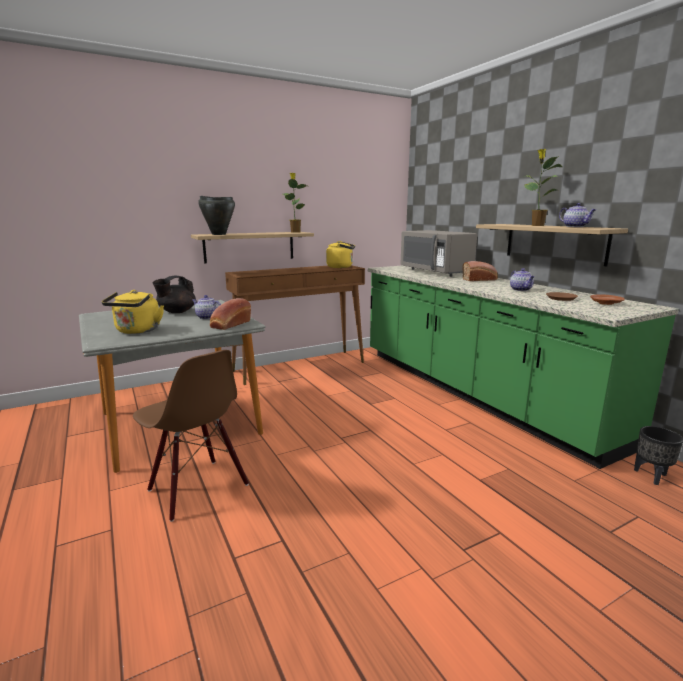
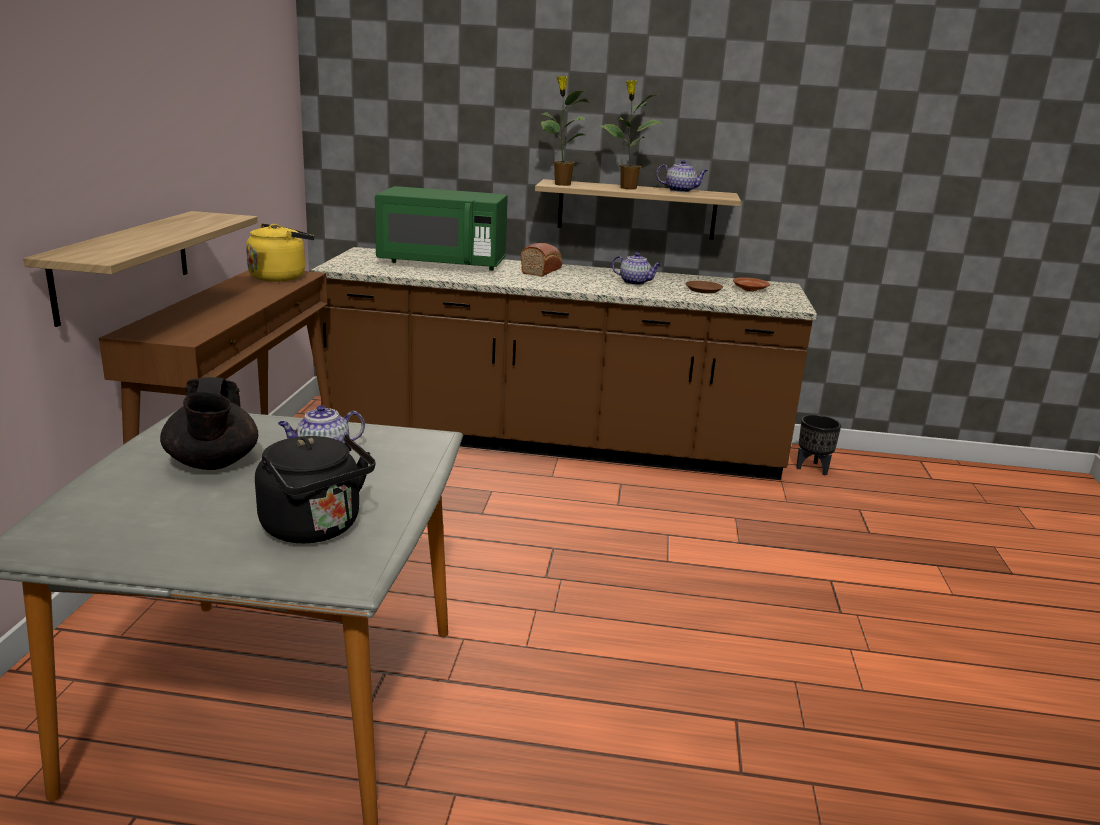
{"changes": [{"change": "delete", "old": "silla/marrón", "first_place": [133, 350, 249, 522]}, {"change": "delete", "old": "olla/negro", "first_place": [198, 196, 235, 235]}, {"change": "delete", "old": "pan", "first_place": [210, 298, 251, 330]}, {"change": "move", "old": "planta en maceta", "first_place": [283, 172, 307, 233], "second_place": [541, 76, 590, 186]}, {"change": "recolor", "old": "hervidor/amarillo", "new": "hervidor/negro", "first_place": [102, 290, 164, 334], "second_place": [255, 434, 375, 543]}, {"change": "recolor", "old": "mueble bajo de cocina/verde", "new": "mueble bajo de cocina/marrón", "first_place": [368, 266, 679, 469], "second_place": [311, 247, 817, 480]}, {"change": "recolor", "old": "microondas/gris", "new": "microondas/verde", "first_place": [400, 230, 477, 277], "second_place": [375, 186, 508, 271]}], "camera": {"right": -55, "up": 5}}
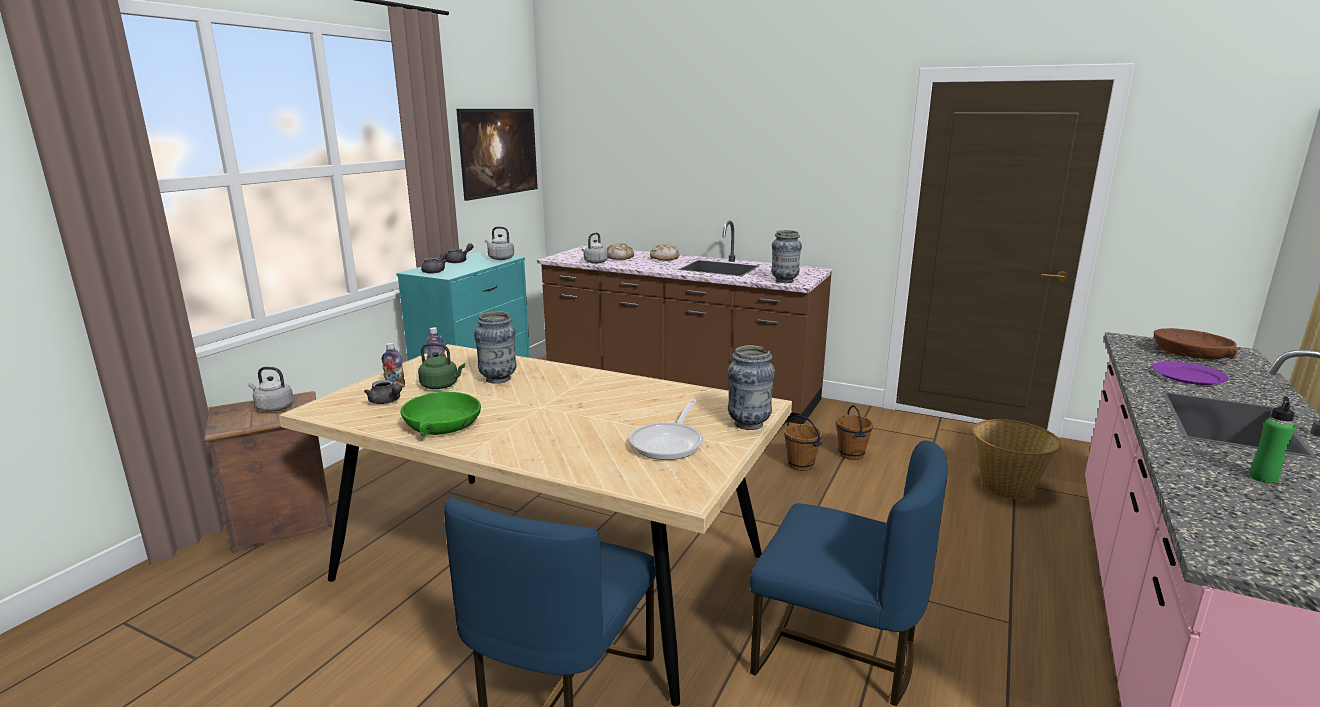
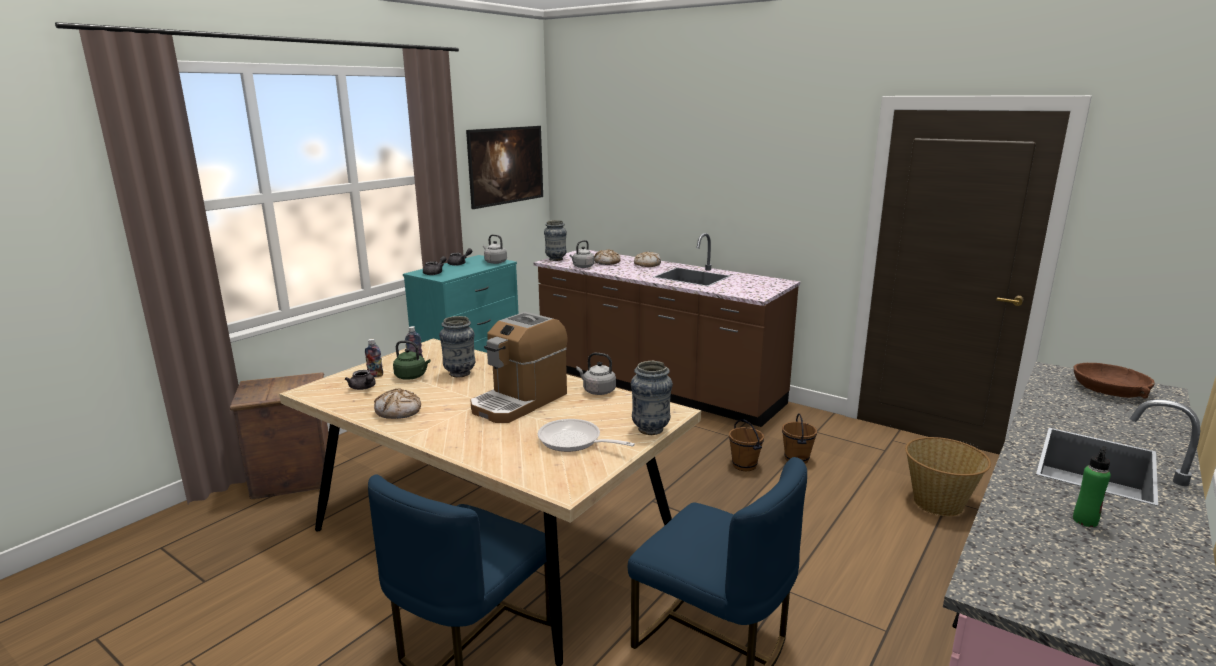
{"changes": [{"change": "delete", "old": "plato/morado", "first_place": [1152, 361, 1229, 385]}, {"change": "insert", "new": "cafetera", "second_place": [470, 312, 568, 423]}, {"change": "move", "old": "hervidor/gris", "first_place": [248, 367, 294, 412], "second_place": [576, 353, 616, 395]}, {"change": "move", "old": "florero", "first_place": [771, 230, 802, 283], "second_place": [544, 220, 567, 261]}, {"change": "replace", "old": "cuenco/verde", "new": "pan", "first_place": [400, 392, 481, 437], "second_place": [374, 388, 421, 419]}, {"change": "rotate", "old": "sartén", "first_place": [629, 399, 703, 460], "second_place": [538, 419, 635, 452], "degrees": 90}], "camera": {"right": 10, "up": 0}}
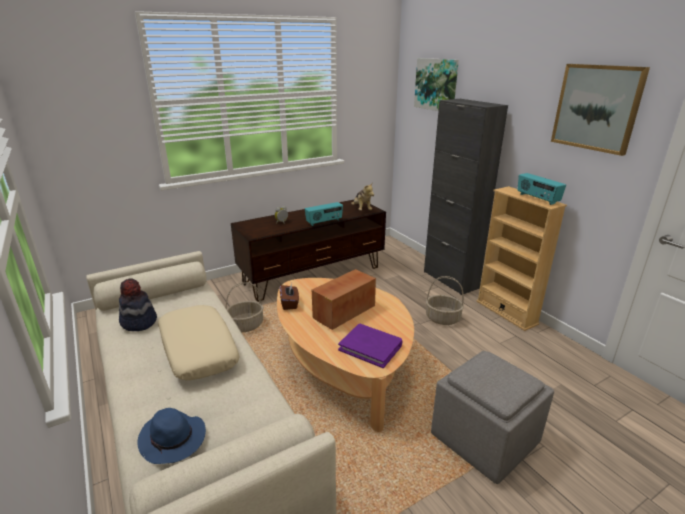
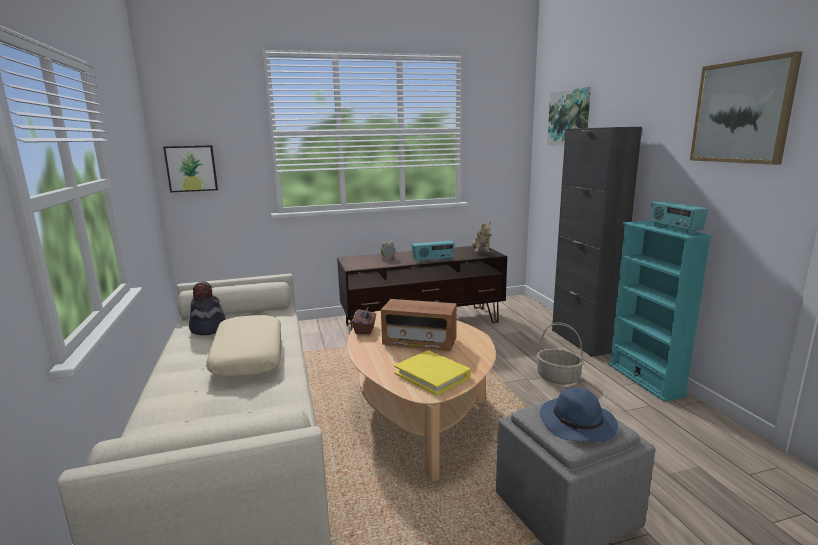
{"changes": [{"change": "delete", "old": "cesta", "first_place": [226, 282, 264, 332]}, {"change": "insert", "new": "cuadro", "second_place": [163, 145, 218, 192]}, {"change": "move", "old": "sombrero/azul", "first_place": [137, 408, 206, 464], "second_place": [540, 388, 618, 442]}, {"change": "recolor", "old": "libro/morado", "new": "libro/amarillo", "first_place": [338, 324, 402, 368], "second_place": [394, 350, 471, 396]}, {"change": "recolor", "old": "estantería/beis", "new": "estantería/turquesa", "first_place": [476, 186, 567, 331], "second_place": [608, 221, 712, 402]}, {"change": "rotate", "old": "radio", "first_place": [312, 269, 376, 330], "second_place": [381, 299, 457, 351], "degrees": -135}], "camera": {"right": 15, "up": -10}}
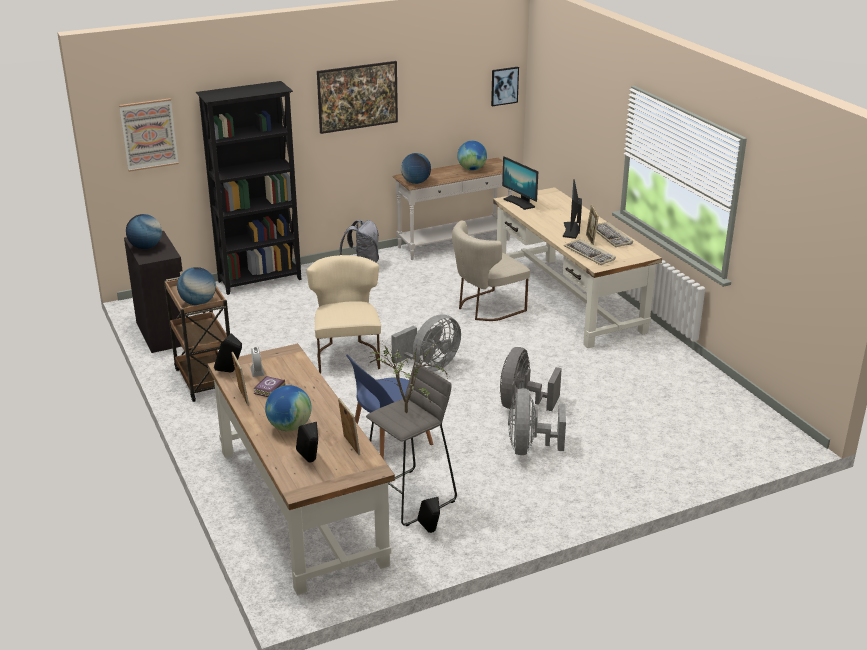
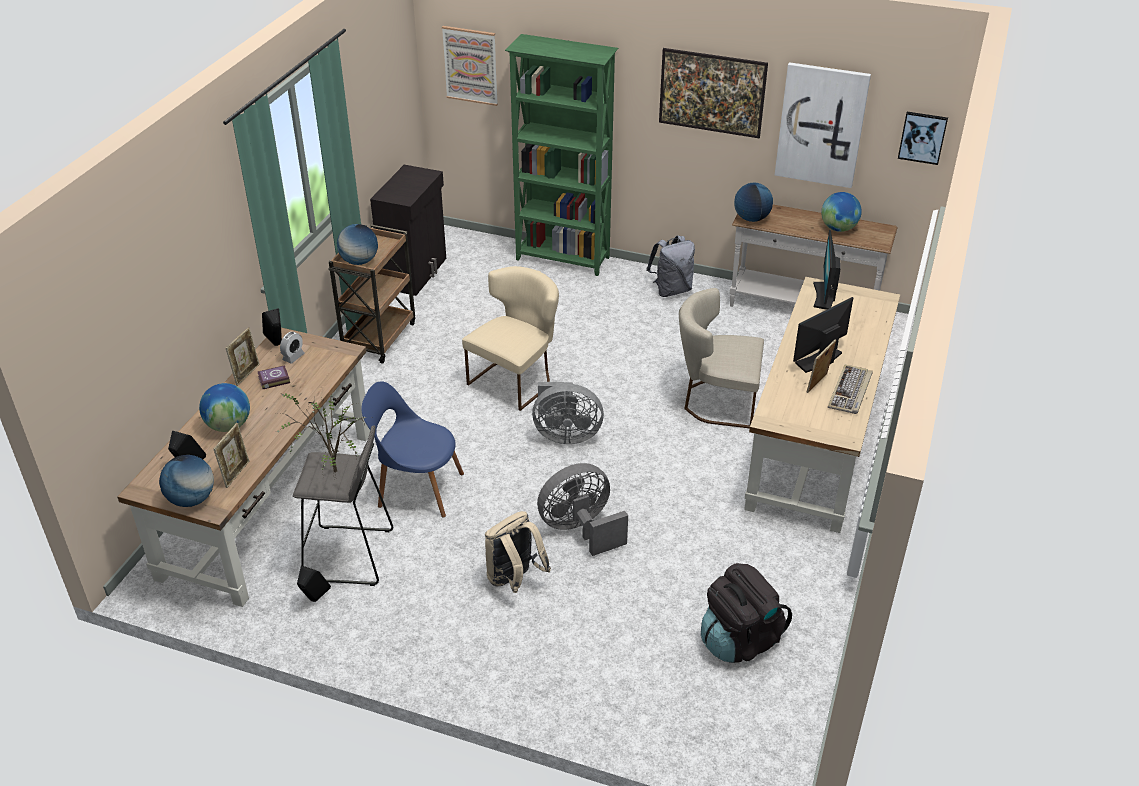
{"changes": [{"change": "delete", "old": "teclado", "first_place": [564, 239, 616, 265]}, {"change": "insert", "new": "mochila/negro", "second_place": [701, 563, 792, 663]}, {"change": "insert", "new": "cuadro", "second_place": [775, 62, 871, 188]}, {"change": "move", "old": "globo terráqueo", "first_place": [126, 214, 162, 249], "second_place": [159, 455, 214, 507]}, {"change": "replace", "old": "ventilador/gris", "new": "mochila/beis", "first_place": [508, 388, 566, 455], "second_place": [485, 511, 551, 593]}, {"change": "recolor", "old": "estantería/negro", "new": "estantería/verde", "first_place": [195, 81, 302, 295], "second_place": [505, 34, 618, 276]}], "camera": {"right": 45, "up": 10}}
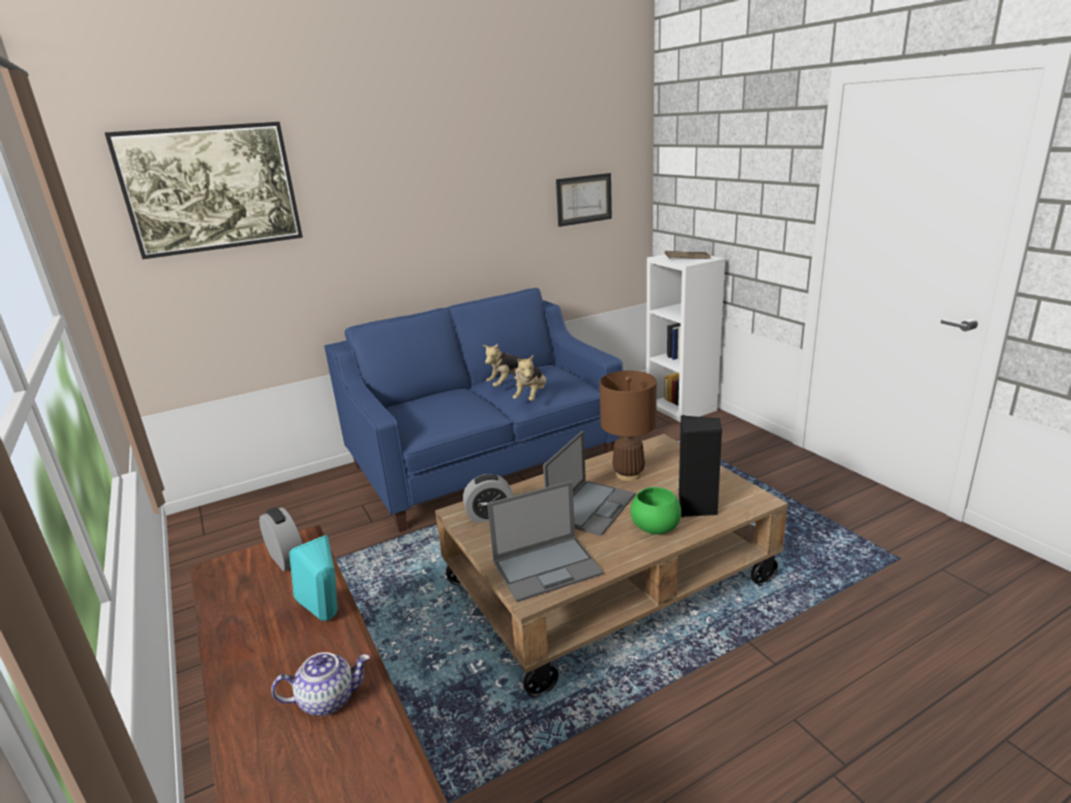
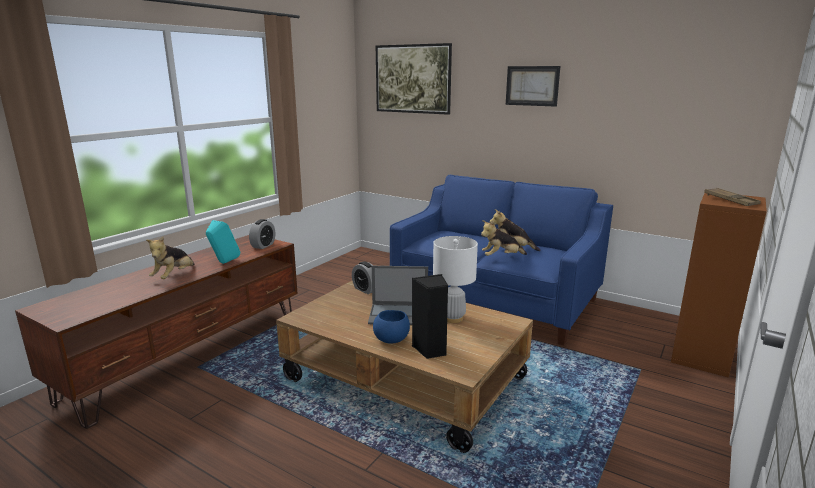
{"changes": [{"change": "delete", "old": "portátil", "first_place": [487, 481, 604, 602]}, {"change": "move", "old": "cuadro", "first_place": [556, 173, 612, 227], "second_place": [506, 66, 560, 107]}, {"change": "replace", "old": "tetera", "new": "peluche", "first_place": [271, 652, 370, 716], "second_place": [146, 237, 195, 279]}, {"change": "recolor", "old": "lámpara de mesa/marrón", "new": "lámpara de mesa/blanco", "first_place": [600, 371, 657, 481], "second_place": [433, 236, 478, 323]}, {"change": "recolor", "old": "cuenco/verde", "new": "cuenco/azul", "first_place": [630, 487, 681, 534], "second_place": [373, 310, 410, 344]}, {"change": "recolor", "old": "estantería/blanco", "new": "estantería/marrón", "first_place": [646, 250, 725, 422], "second_place": [671, 193, 767, 378]}], "camera": {"right": 60, "up": -5}}
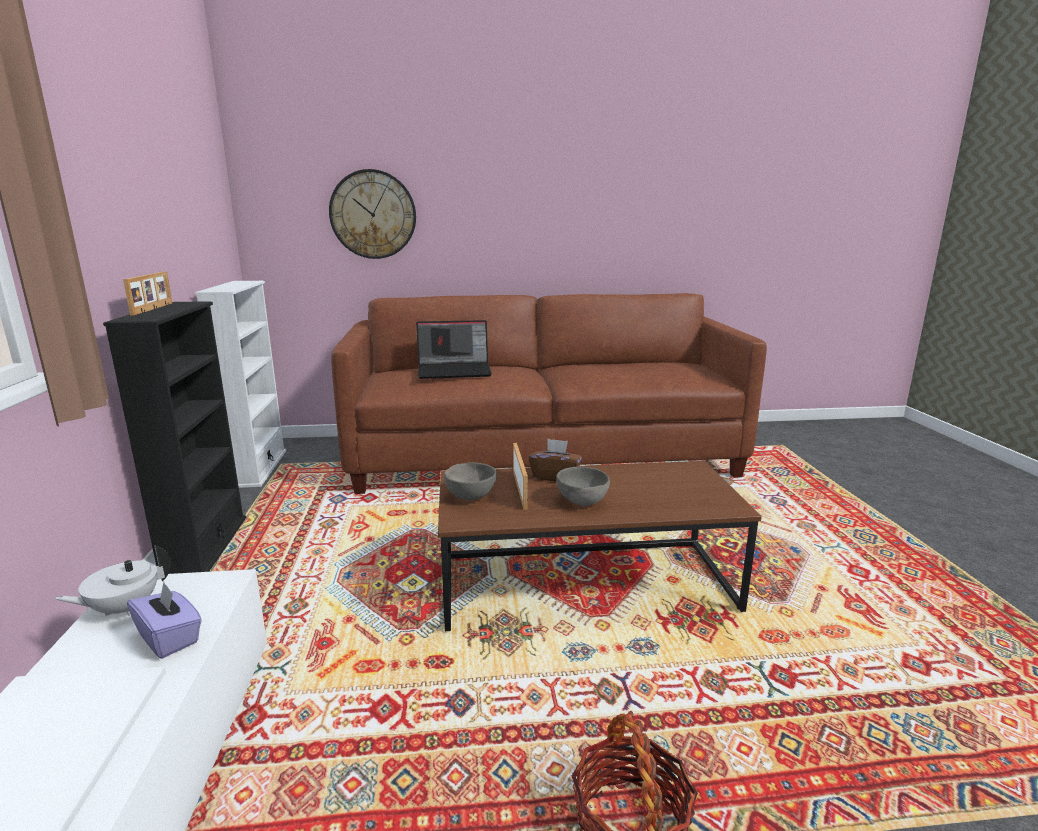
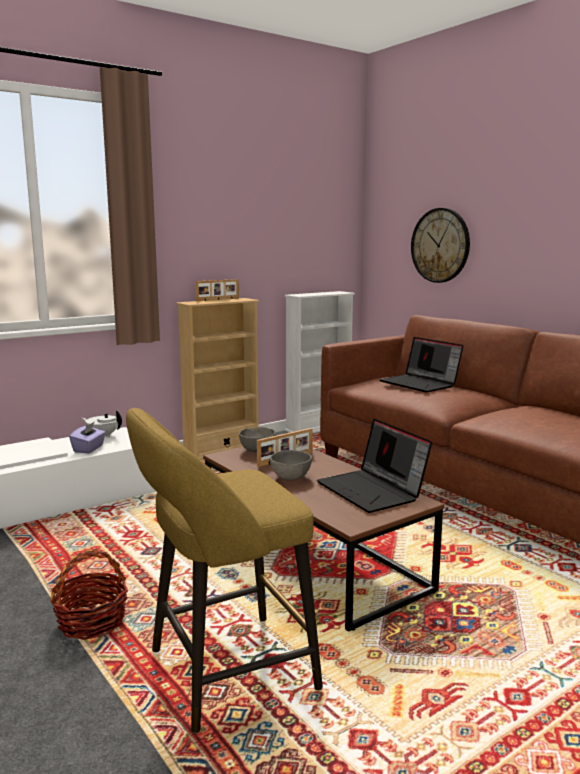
{"changes": [{"change": "delete", "old": "caja de pañuelos/marrón", "first_place": [528, 439, 582, 482]}, {"change": "insert", "new": "taburete/amarillo", "second_place": [126, 408, 323, 733]}, {"change": "insert", "new": "portátil", "second_place": [317, 419, 432, 513]}, {"change": "recolor", "old": "estantería/negro", "new": "estantería/beis", "first_place": [103, 301, 246, 574], "second_place": [176, 298, 259, 460]}], "camera": {"right": 60, "up": -5}}
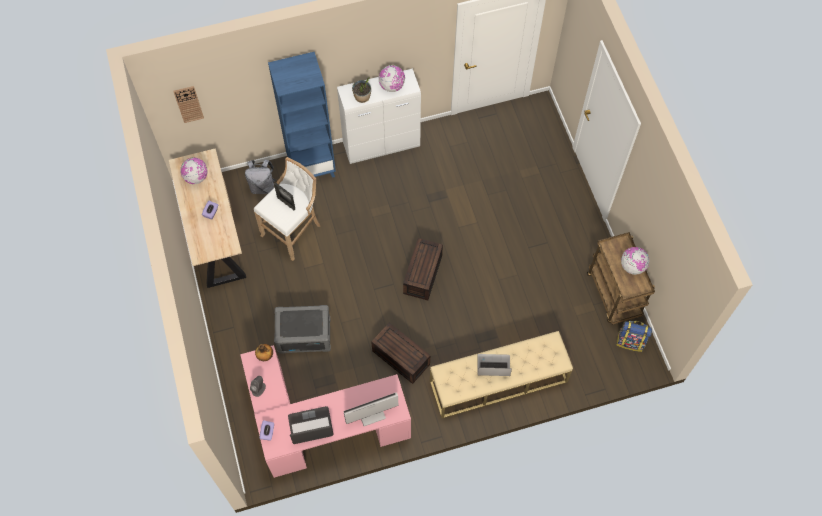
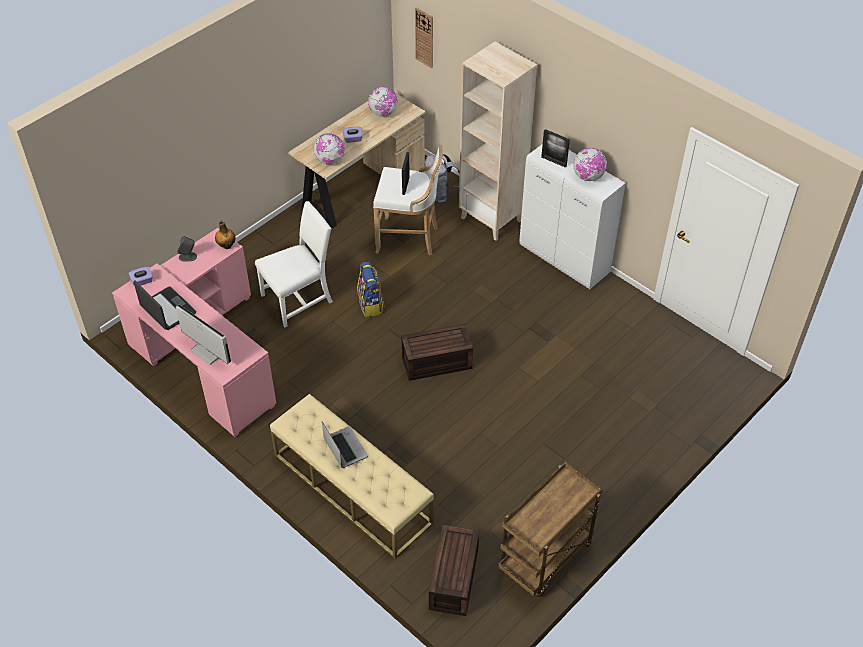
{"changes": [{"change": "move", "old": "caja de almacenaje/marrón", "first_place": [371, 323, 430, 384], "second_place": [429, 525, 479, 616]}, {"change": "move", "old": "mochila", "first_place": [617, 321, 652, 352], "second_place": [357, 262, 384, 317]}, {"change": "move", "old": "globo terráqueo", "first_place": [621, 247, 650, 275], "second_place": [313, 133, 344, 165]}, {"change": "replace", "old": "caja de almacenaje/gris", "new": "silla/blanco", "first_place": [274, 305, 331, 354], "second_place": [255, 201, 333, 327]}, {"change": "replace", "old": "planta en maceta", "new": "portarretratos", "first_place": [352, 77, 371, 103], "second_place": [541, 129, 570, 167]}, {"change": "recolor", "old": "estantería/azul", "new": "estantería/beis", "first_place": [268, 52, 336, 177], "second_place": [459, 41, 537, 241]}], "camera": {"right": 60, "up": -15}}
